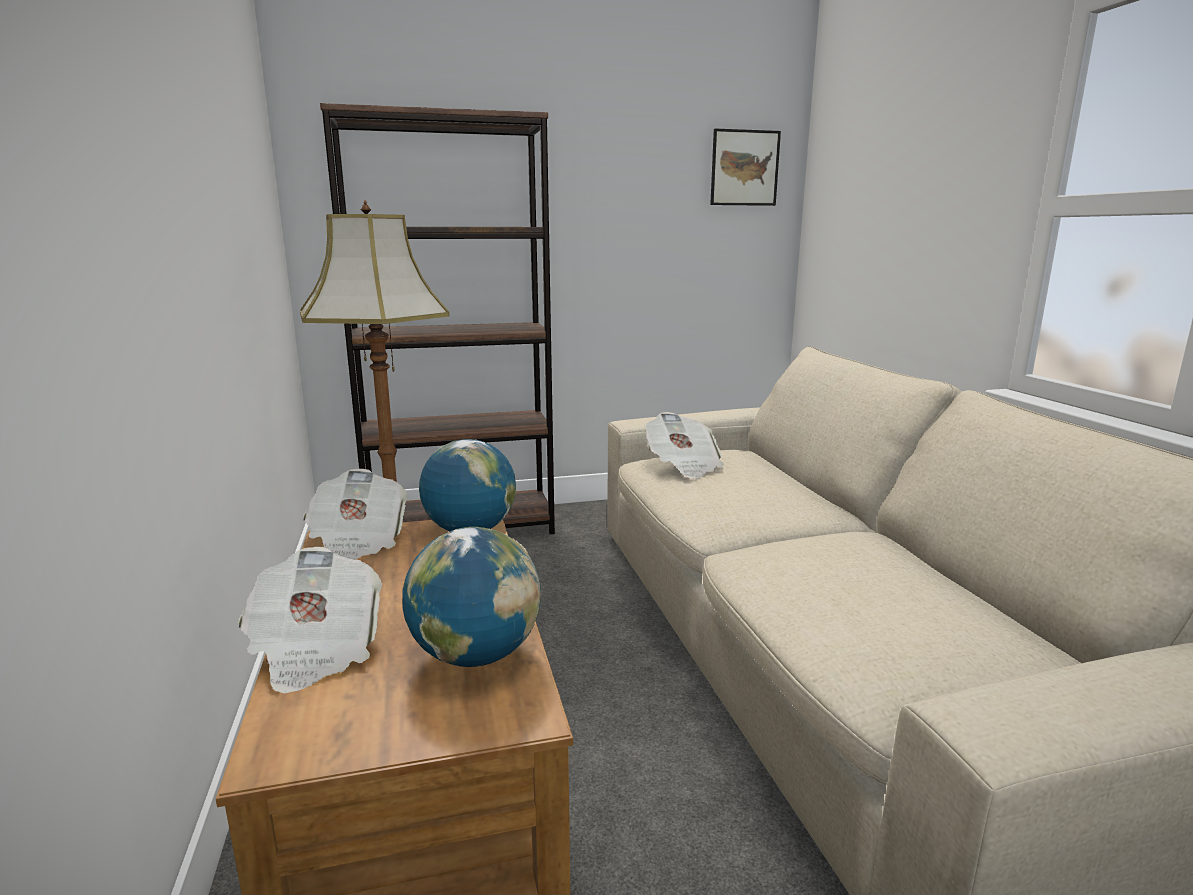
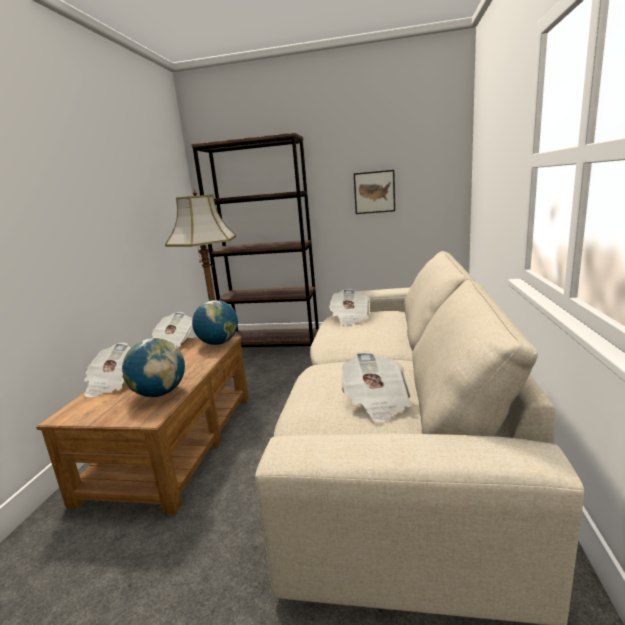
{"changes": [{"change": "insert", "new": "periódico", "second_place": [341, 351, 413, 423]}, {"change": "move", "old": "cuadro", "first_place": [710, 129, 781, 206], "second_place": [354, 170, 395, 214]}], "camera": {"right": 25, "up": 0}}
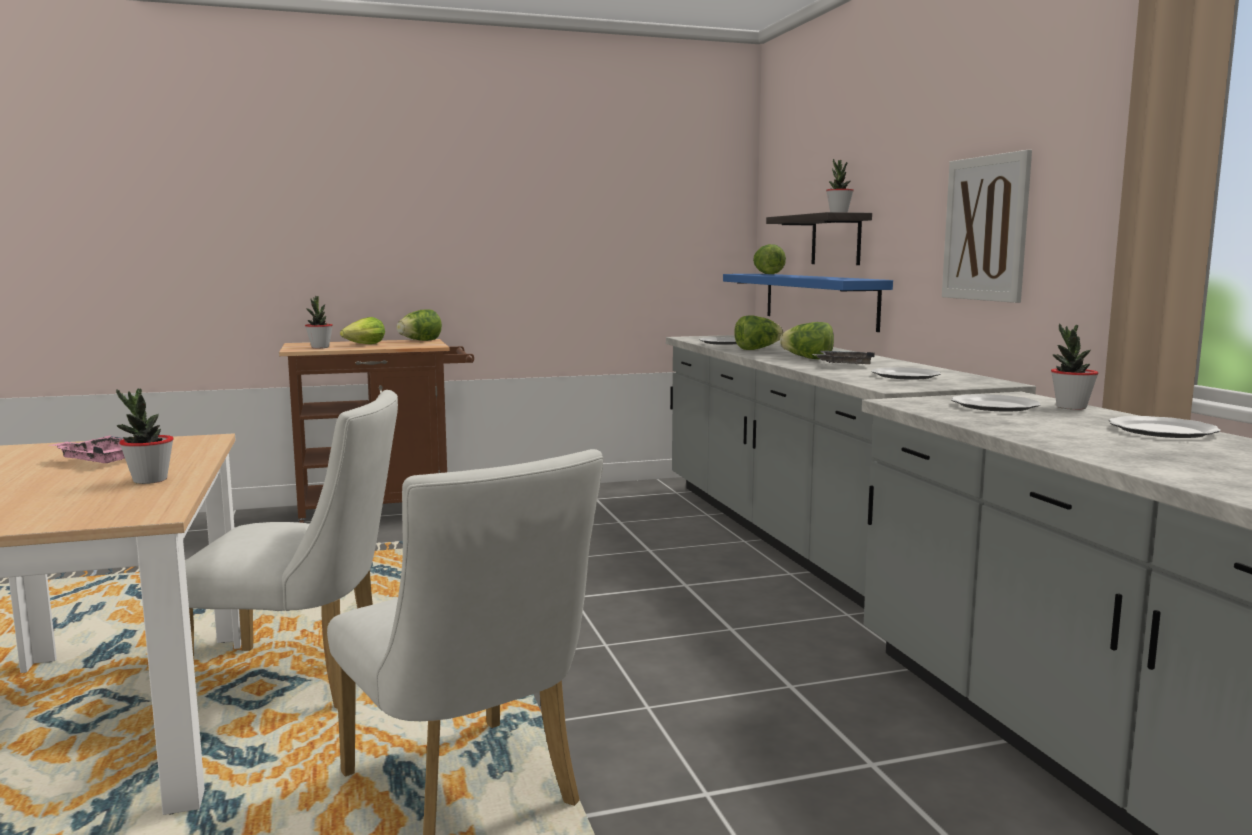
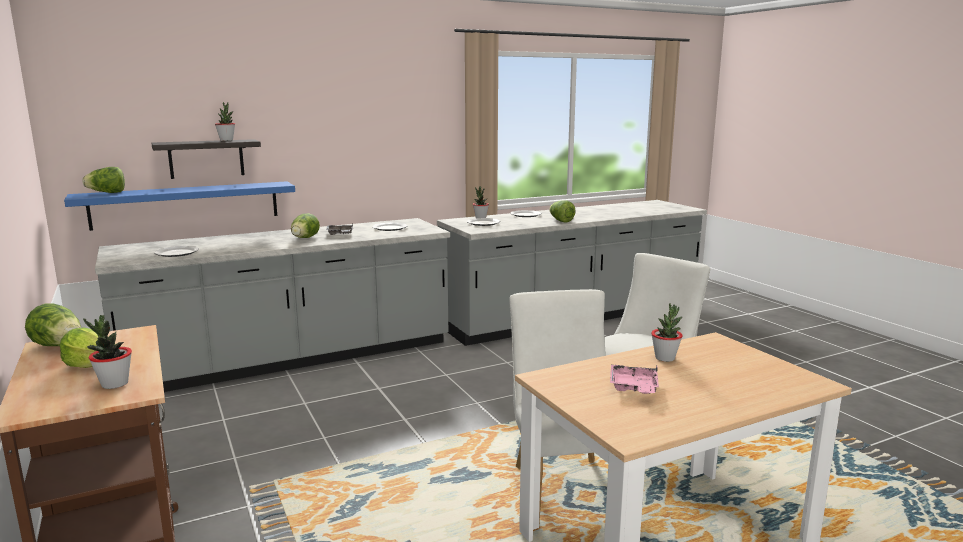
{"changes": [{"change": "delete", "old": "cuadro", "first_place": [942, 150, 1032, 303]}, {"change": "move", "old": "lechuga", "first_place": [734, 315, 783, 350], "second_place": [549, 200, 576, 222]}], "camera": {"right": -100, "up": 5}}
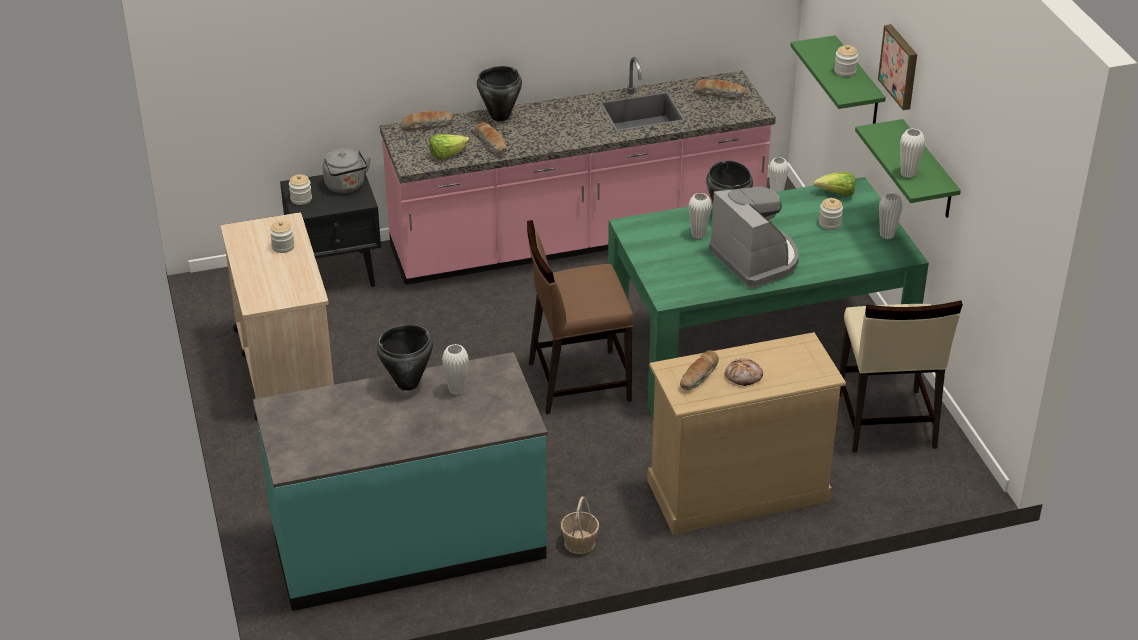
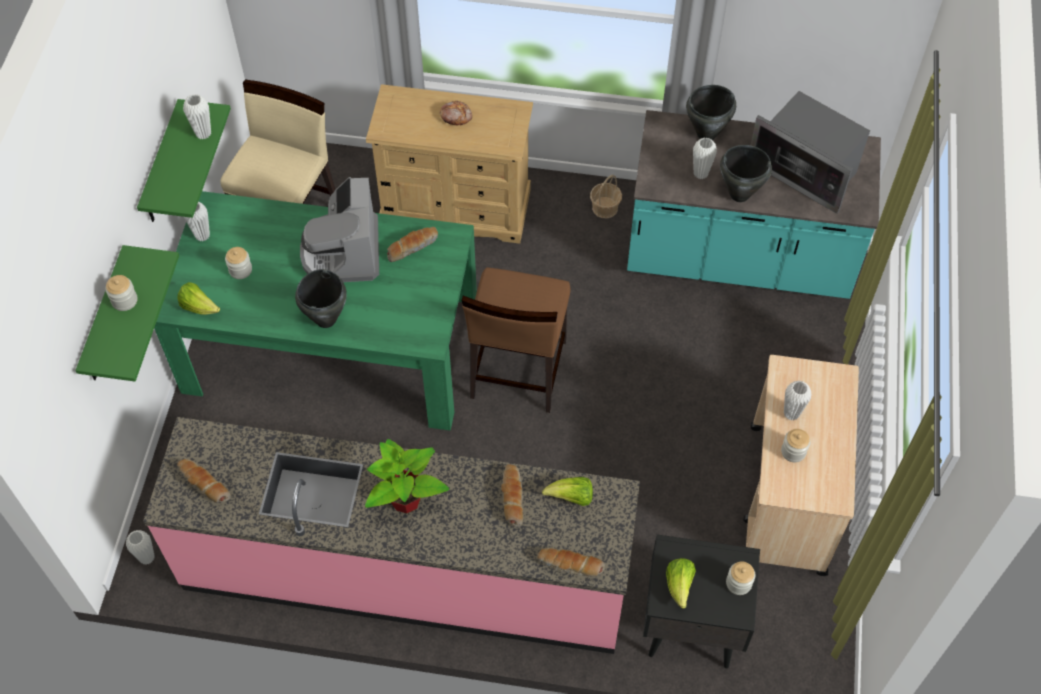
{"changes": [{"change": "delete", "old": "cuadro", "first_place": [878, 24, 917, 110]}, {"change": "insert", "new": "planta en maceta", "second_place": [365, 439, 449, 513]}, {"change": "insert", "new": "microondas", "second_place": [750, 91, 870, 214]}, {"change": "move", "old": "olla/negro", "first_place": [477, 66, 522, 121], "second_place": [686, 85, 736, 140]}, {"change": "move", "old": "pan", "first_place": [680, 350, 719, 390], "second_place": [387, 227, 438, 262]}, {"change": "move", "old": "florero/blanco", "first_place": [688, 193, 712, 239], "second_place": [784, 381, 812, 421]}, {"change": "replace", "old": "hervidor/gris", "new": "lechuga", "first_place": [323, 148, 371, 193], "second_place": [666, 558, 696, 608]}, {"change": "rotate", "old": "silla/marrón", "first_place": [527, 220, 634, 414], "second_place": [461, 267, 571, 413], "degrees": 90}], "camera": {"right": -155, "up": 20}}
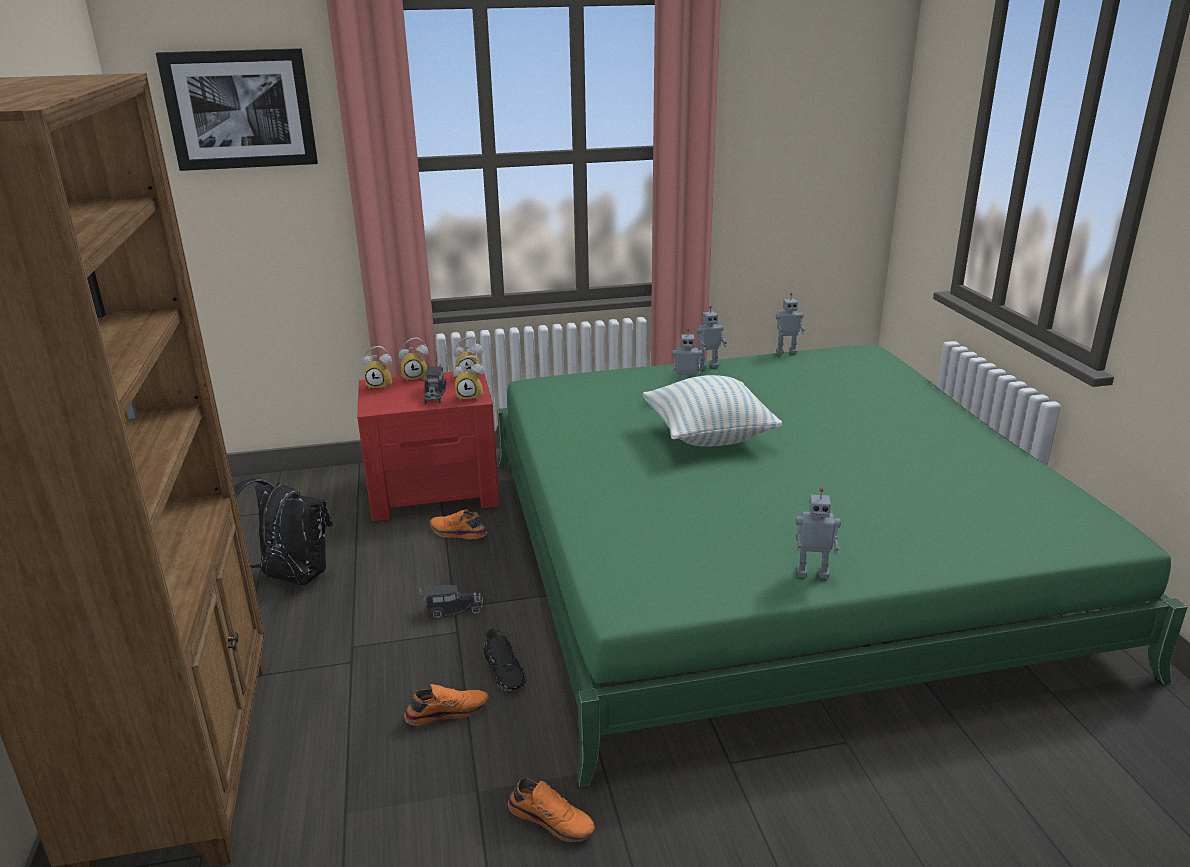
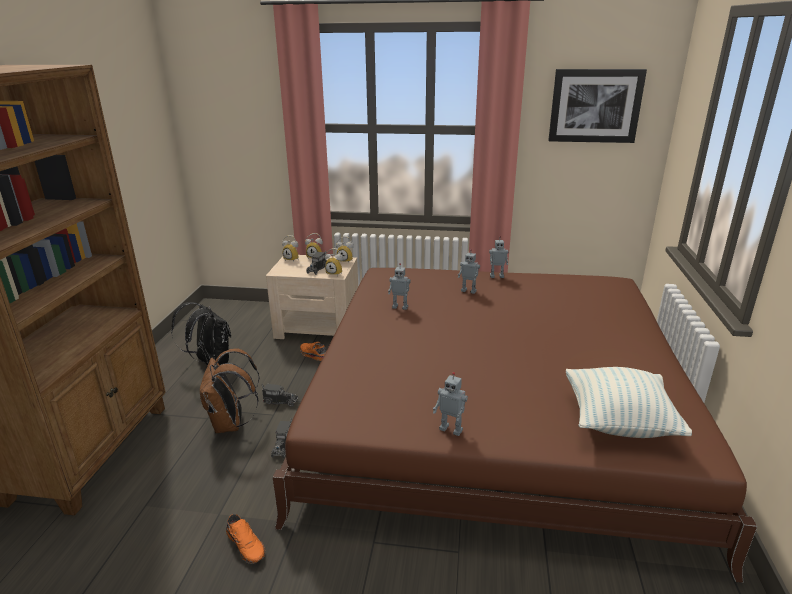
{"changes": [{"change": "delete", "old": "zapato/naranja", "first_place": [404, 684, 489, 726]}, {"change": "insert", "new": "mochila/marrón", "second_place": [200, 348, 260, 433]}, {"change": "move", "old": "cuadro", "first_place": [156, 48, 318, 171], "second_place": [548, 69, 647, 143]}, {"change": "move", "old": "cojín", "first_place": [643, 375, 782, 447], "second_place": [566, 367, 692, 438]}, {"change": "move", "old": "robot de juguete", "first_place": [776, 293, 805, 355], "second_place": [388, 263, 411, 310]}, {"change": "replace", "old": "zapato/negro", "new": "camión de juguete", "first_place": [483, 629, 526, 691], "second_place": [271, 418, 292, 458]}, {"change": "recolor", "old": "mesita de noche/rojo", "new": "mesita de noche/beis", "first_place": [357, 372, 500, 521], "second_place": [266, 255, 358, 339]}, {"change": "recolor", "old": "cama/verde", "new": "cama/marrón", "first_place": [497, 345, 1188, 787], "second_place": [273, 268, 757, 583]}], "camera": {"right": 20, "up": 0}}
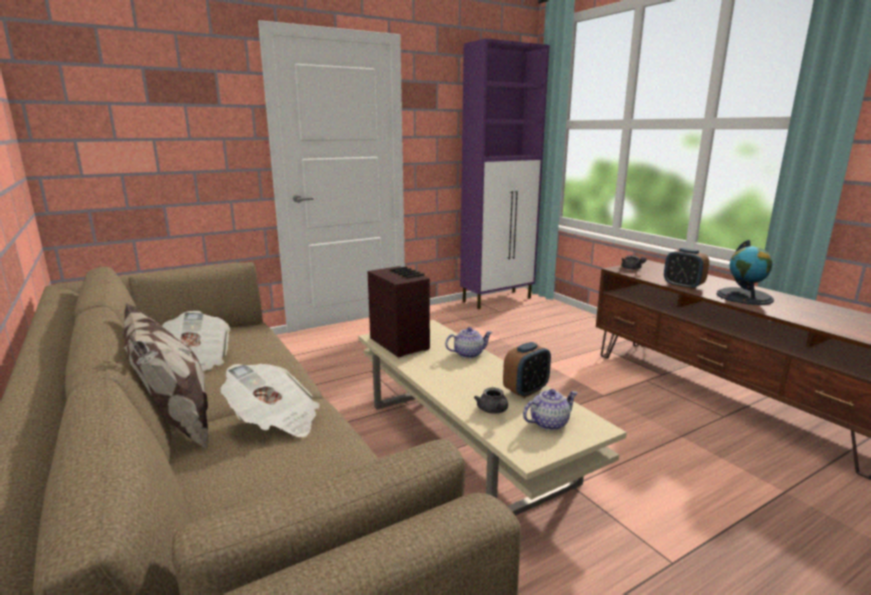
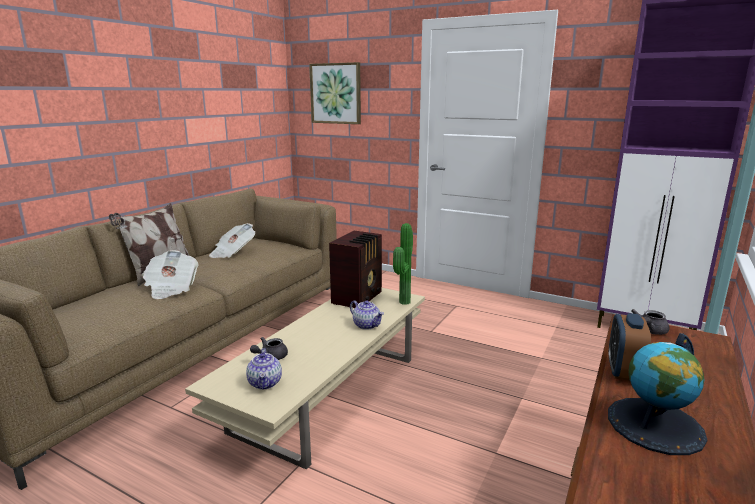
{"changes": [{"change": "delete", "old": "despertador", "first_place": [503, 342, 551, 398]}, {"change": "insert", "new": "cuadro", "second_place": [309, 62, 361, 124]}, {"change": "insert", "new": "planta en maceta", "second_place": [393, 223, 413, 305]}, {"change": "rotate", "old": "tetera", "first_place": [523, 389, 578, 430], "second_place": [246, 348, 282, 389], "degrees": 45}], "camera": {"right": 60, "up": 0}}
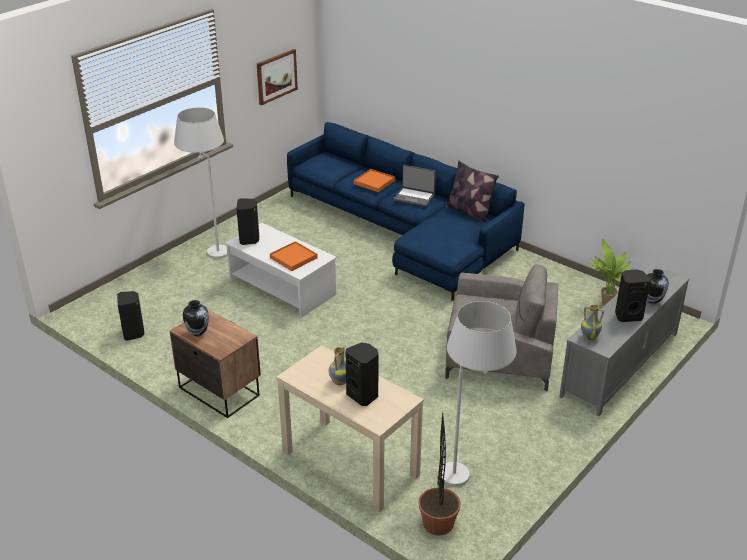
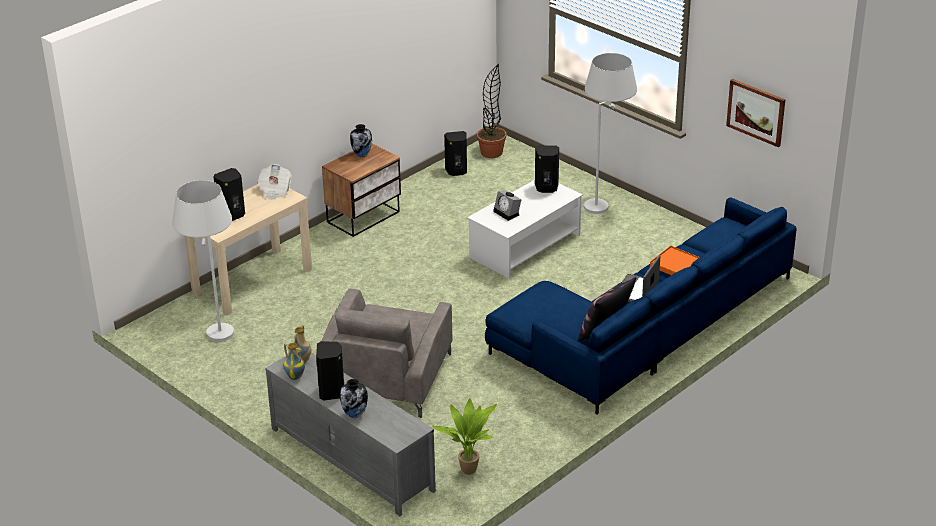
{"changes": [{"change": "insert", "new": "periódico", "second_place": [257, 164, 292, 200]}, {"change": "move", "old": "florero", "first_place": [329, 346, 346, 385], "second_place": [284, 343, 305, 380]}, {"change": "move", "old": "planta en maceta", "first_place": [418, 413, 461, 535], "second_place": [477, 64, 507, 158]}, {"change": "replace", "old": "bandeja/naranja", "new": "despertador", "first_place": [270, 241, 318, 271], "second_place": [493, 190, 522, 221]}], "camera": {"right": 95, "up": 0}}
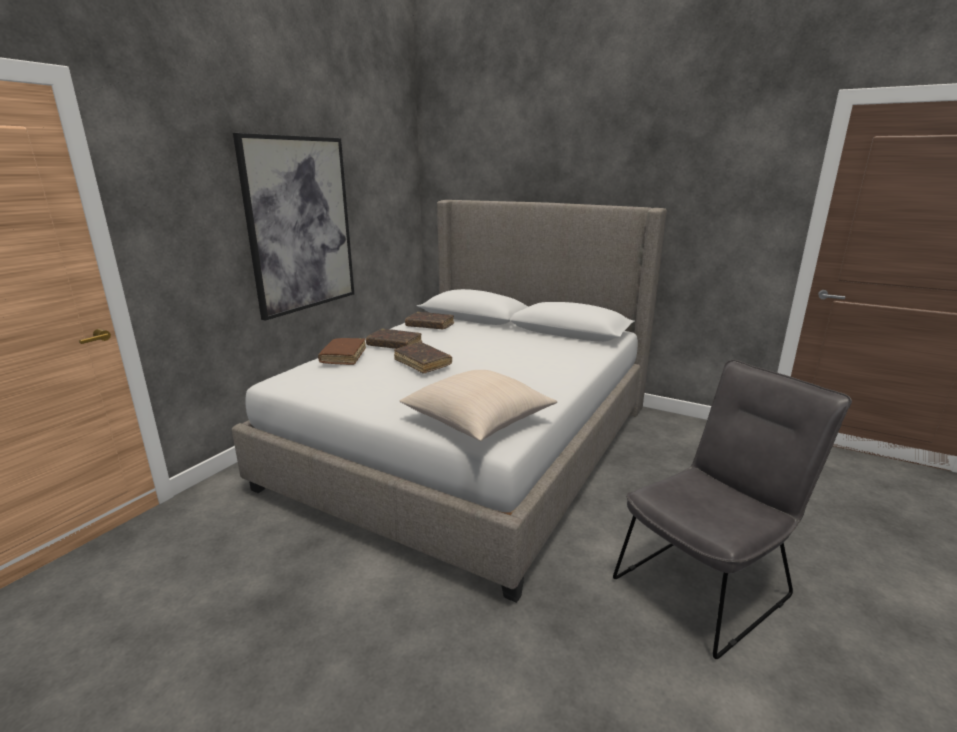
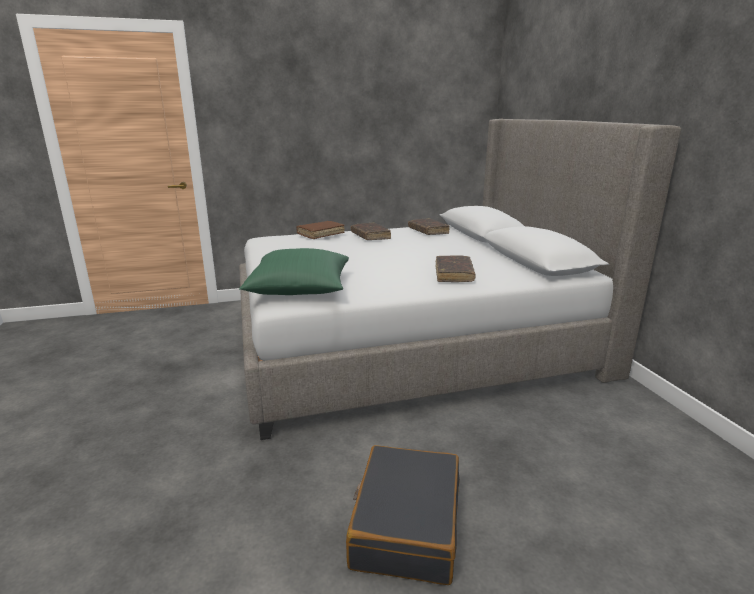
{"changes": [{"change": "delete", "old": "cuadro", "first_place": [233, 133, 354, 321]}, {"change": "move", "old": "libro/marrón", "first_place": [394, 342, 452, 374], "second_place": [435, 256, 476, 282]}, {"change": "replace", "old": "silla/gris", "new": "maleta/negro", "first_place": [613, 360, 852, 659], "second_place": [346, 445, 460, 585]}, {"change": "recolor", "old": "cojín/beis", "new": "cojín/verde", "first_place": [400, 370, 557, 441], "second_place": [239, 248, 349, 295]}], "camera": {"right": 45, "up": 0}}
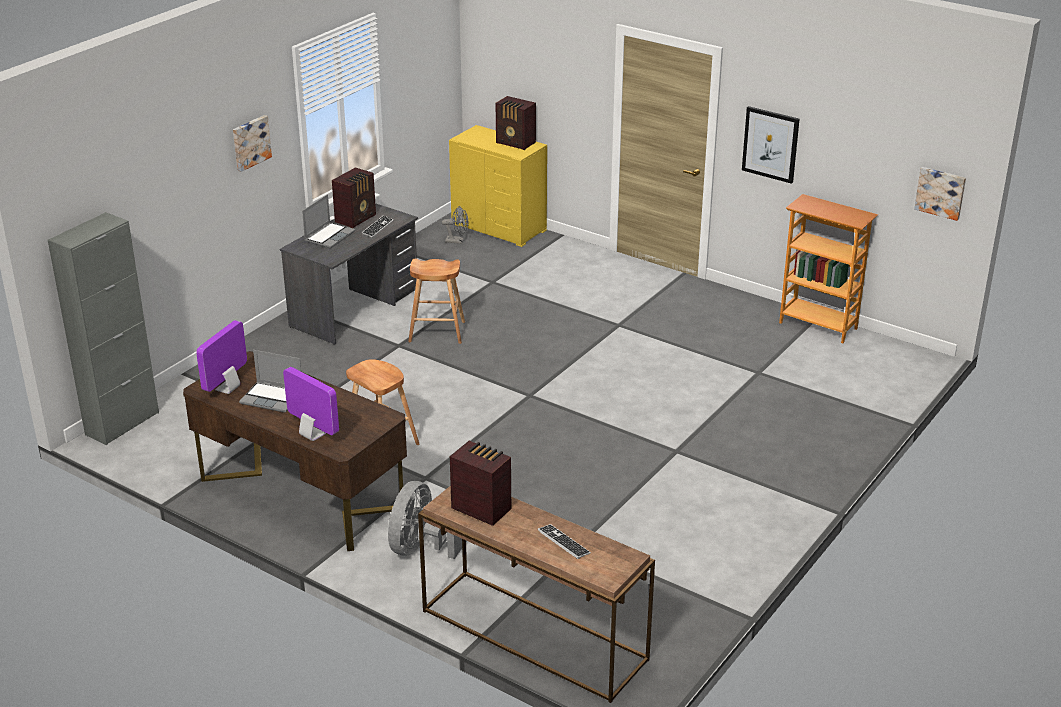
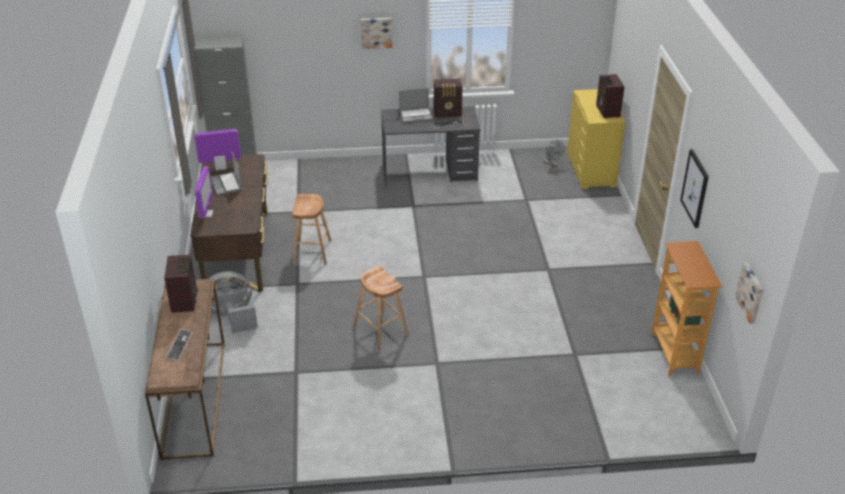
{"changes": [{"change": "move", "old": "taburete/marrón", "first_place": [408, 259, 465, 344], "second_place": [353, 266, 409, 350]}], "camera": {"right": 50, "up": 5}}
